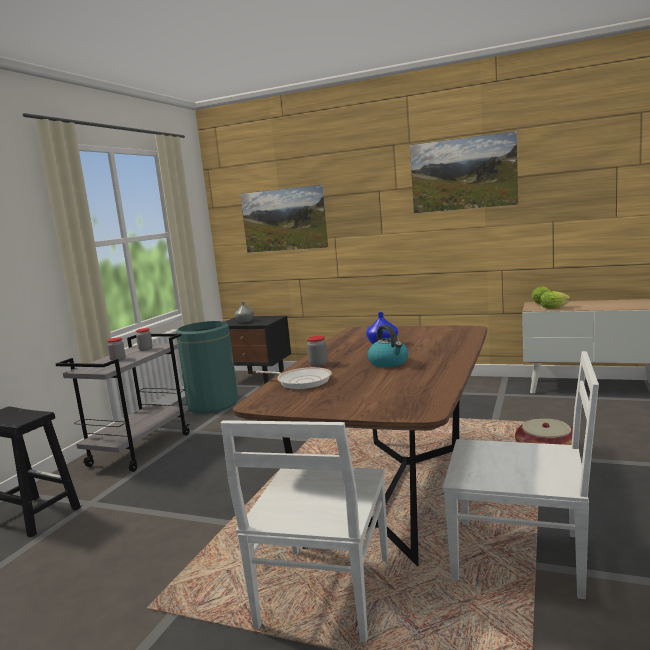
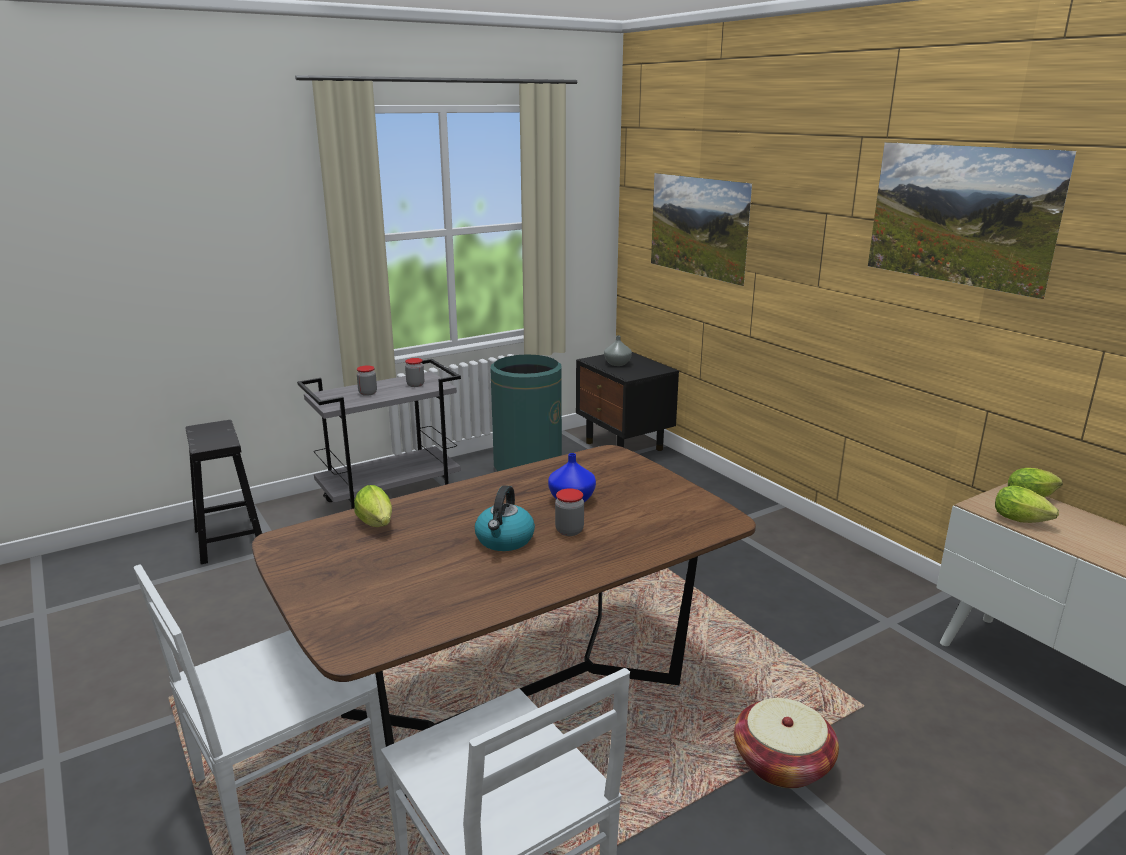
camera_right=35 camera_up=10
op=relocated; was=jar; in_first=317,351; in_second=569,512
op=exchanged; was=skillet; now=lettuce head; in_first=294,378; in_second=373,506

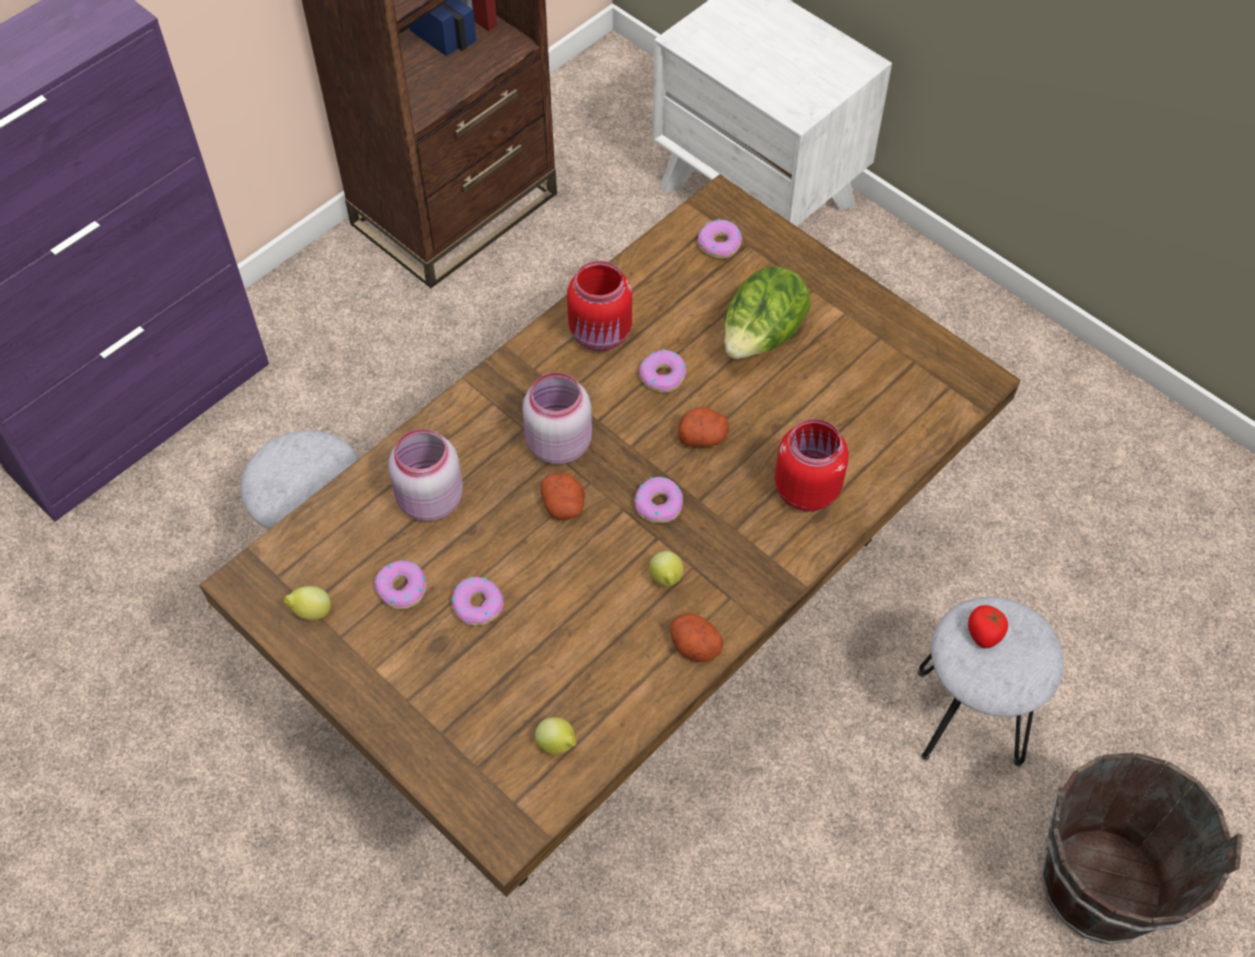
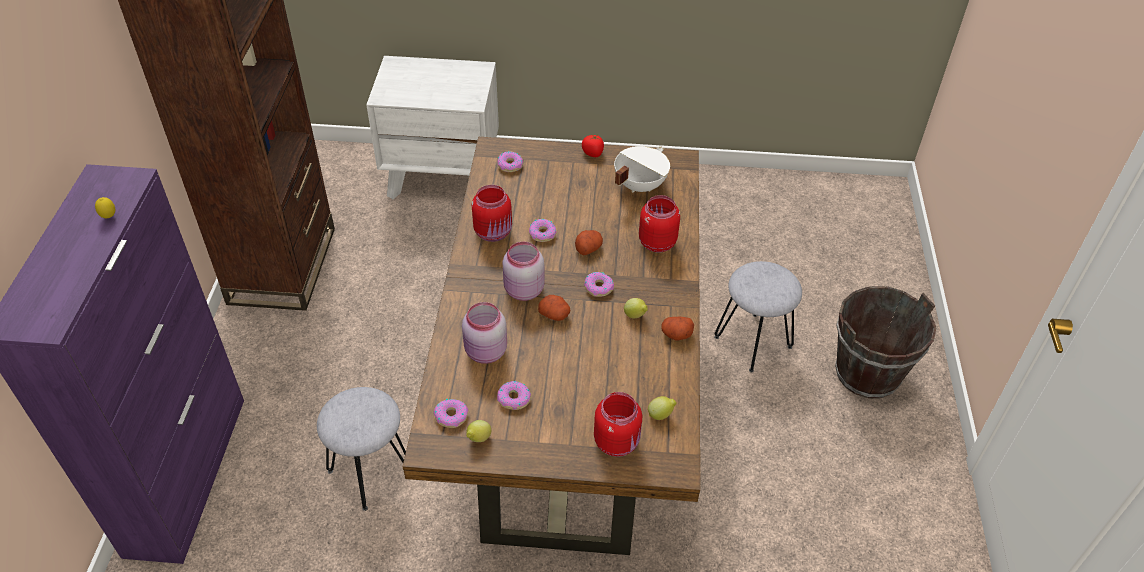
camera_right=-40 camera_up=-10
op=missing; was=lettuce head; in_first=767,313
op=relocated; was=donut; in_first=477,601; in_second=451,413
op=relocated; was=tomato; in_first=988,626; in_second=593,146
op=appeared; now=whitish stockpot; in_second=642,169
op=appeared; now=lemon; in_second=105,207
op=appeared; now=reddish jar; in_second=618,424

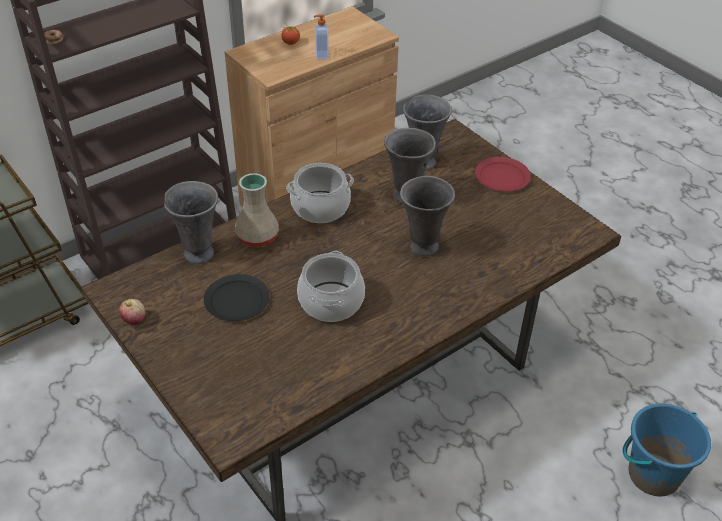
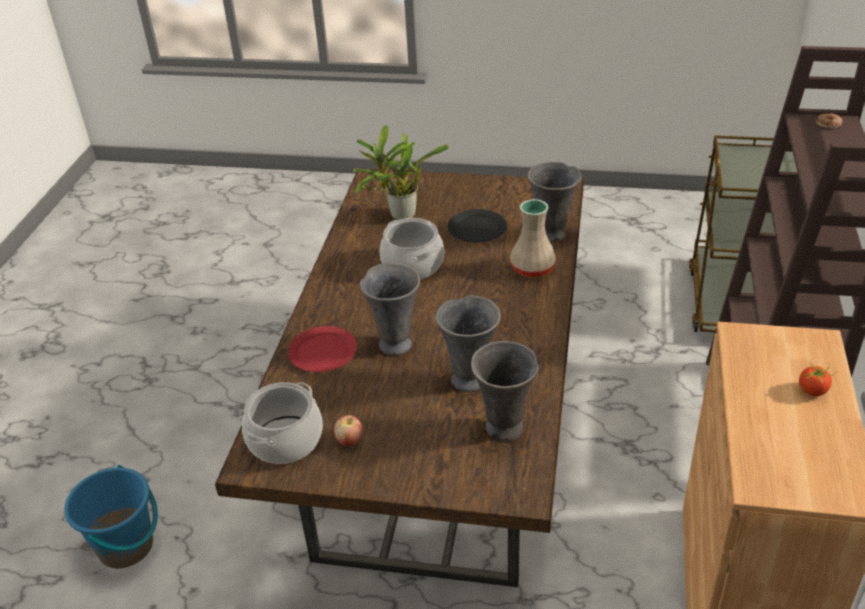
camera_right=140 camera_up=-5
op=missing; was=soap dispenser; in_first=321,37
op=relocated; was=reddish plate; in_first=503,174; in_second=322,349
op=relocated; was=stockpot; in_first=320,193; in_second=282,423
op=relocated; was=whole apple; in_first=132,312; in_second=348,430
op=appeared; now=potted plant; in_second=401,172

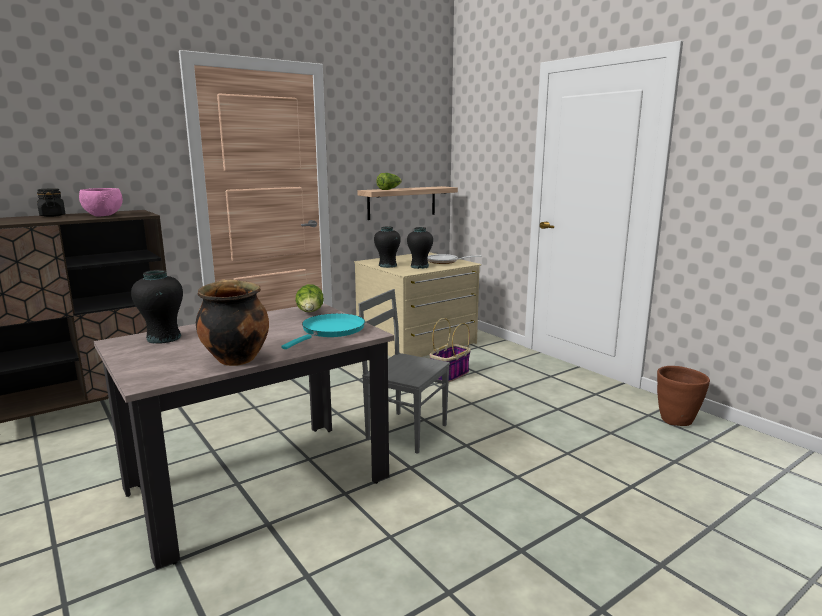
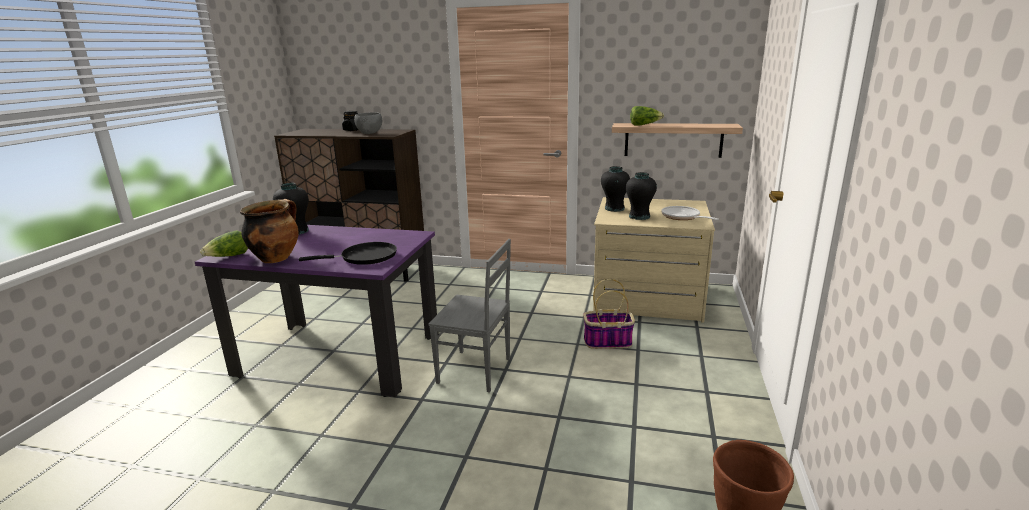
camera_right=50 camera_up=5
op=colour; was=pink-coloured bowl; now=gray bowl; in_first=101,202; in_second=368,123
op=relocated; was=lettuce head; in_first=309,298; in_second=224,243
op=spun; was=gray chair; in_first=404,371; in_second=469,315; clockwise=120
op=colour; was=sand-coloured dining table; now=purplish dining table; in_first=244,436; in_second=317,311
op=colour; was=blue-green skillet; now=black-coloured skillet; in_first=323,331; in_second=348,253

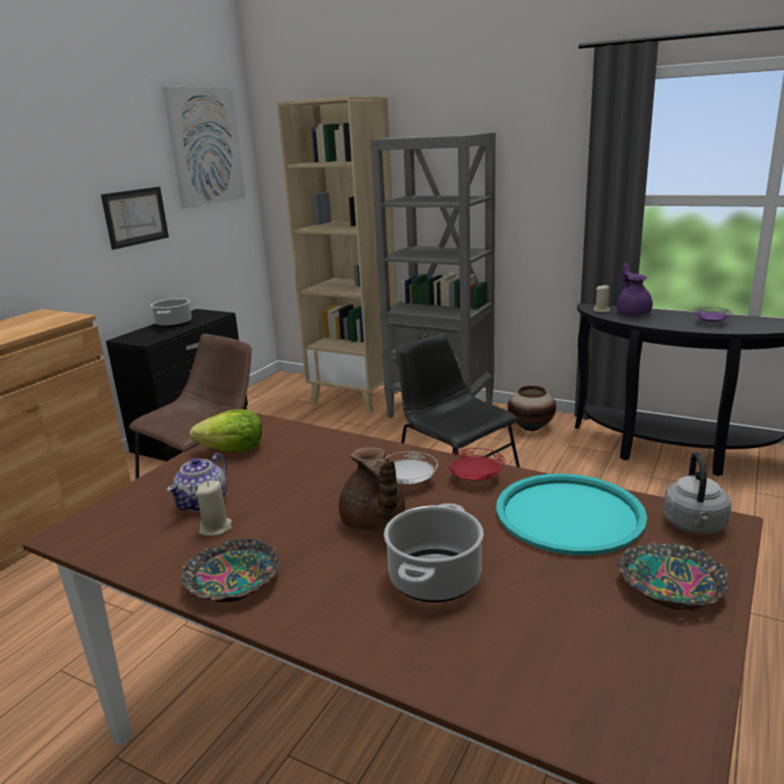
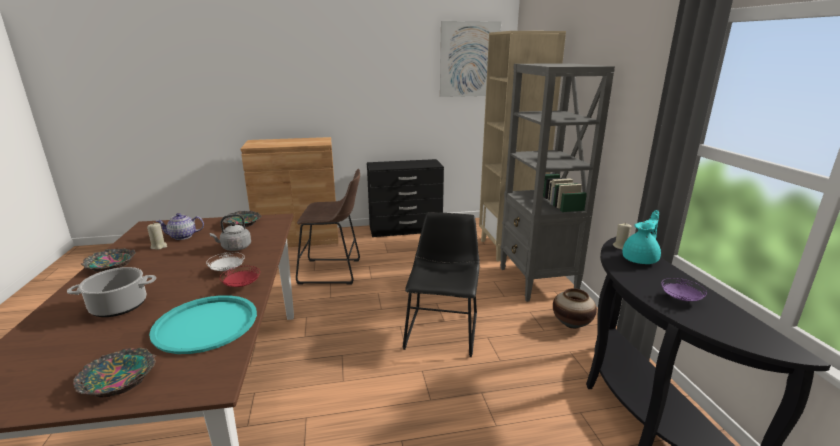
camera_right=50 camera_up=0
op=missing; was=wall picture; in_first=135,218
op=colour; was=purplish tea pot; now=blue-green tea pot; in_first=635,289; in_second=641,237
op=missing; was=stockpot; in_first=171,313
op=exchanged; was=lettuce head; now=bowl; in_first=226,430; in_second=242,219
op=missing; was=brown-coloured tea pot; in_first=372,489
op=relocated; was=gray tea kettle; in_first=697,493; in_second=230,232

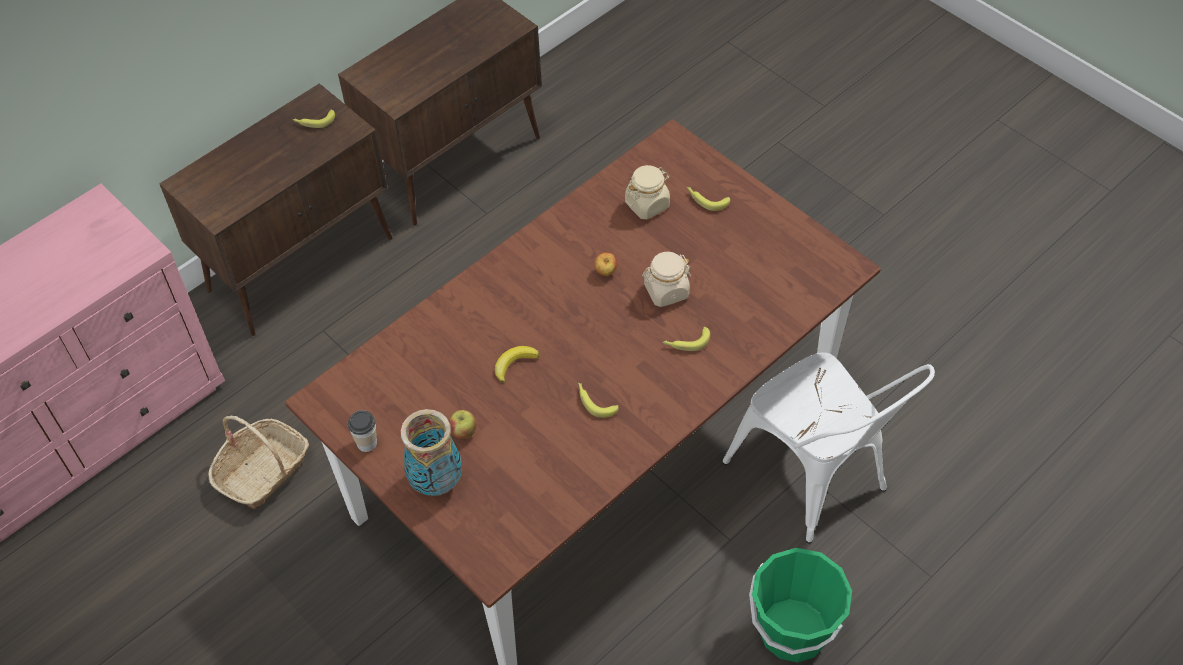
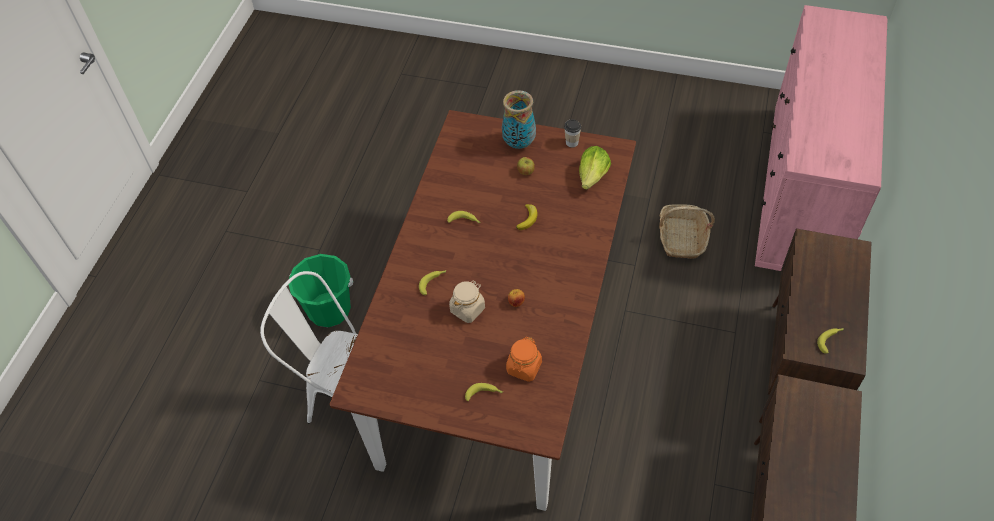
camera_right=150 camera_up=0
op=colour; was=sand-coloured jar; now=orangey jar; in_first=647,192; in_second=524,359
op=appeared; now=lettuce head; in_second=595,168

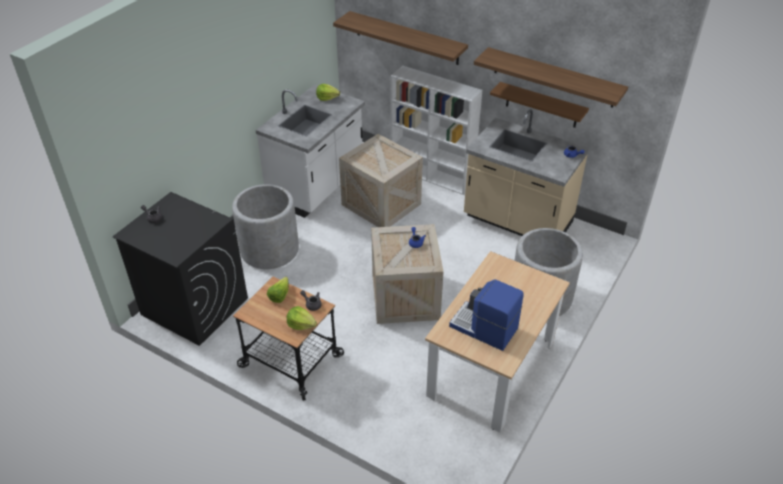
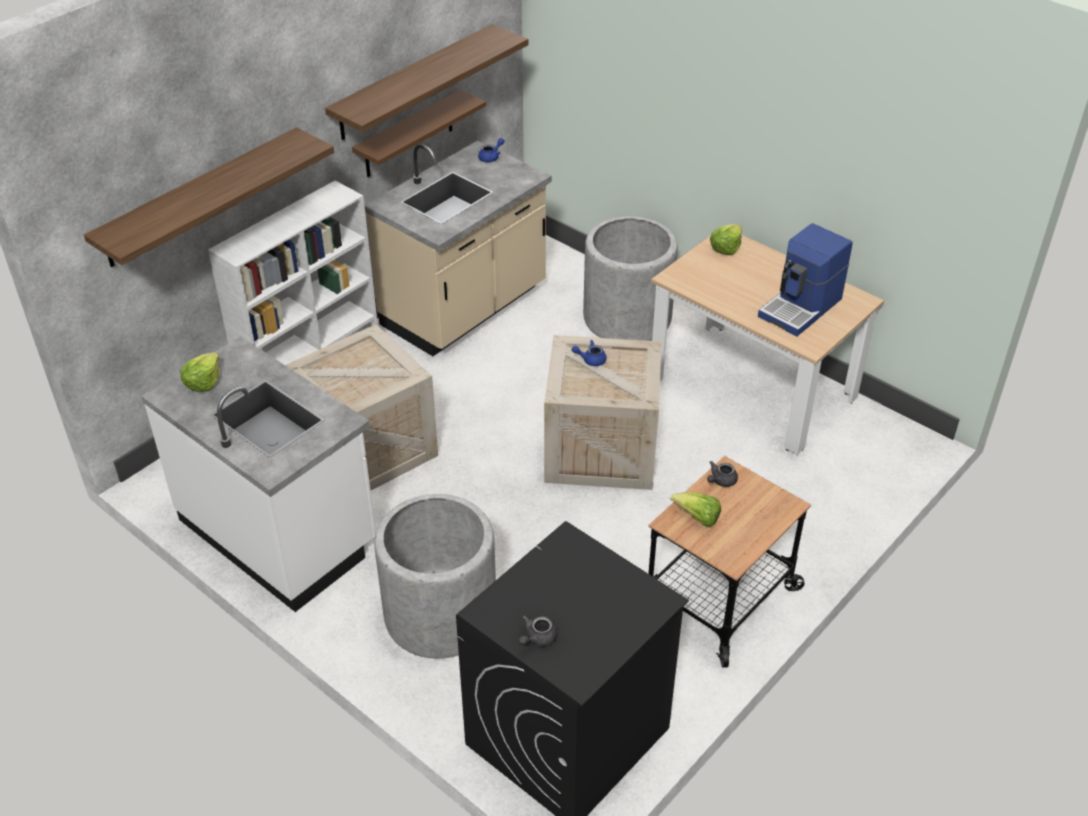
camera_right=-80 camera_up=0
op=relocated; was=lettuce head; in_first=302,318; in_second=726,239

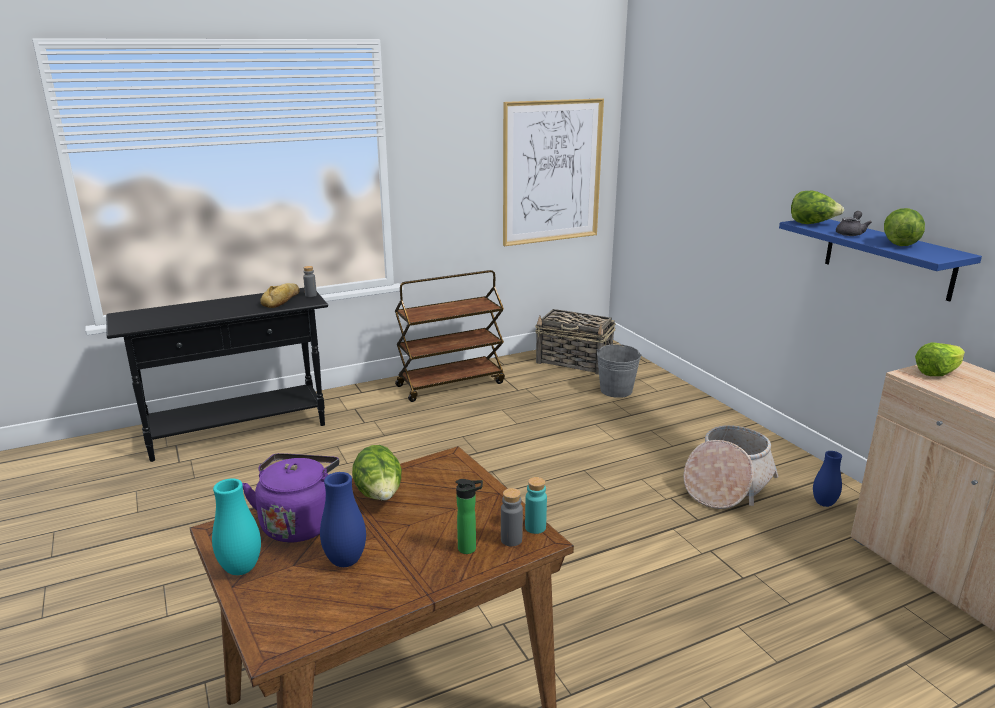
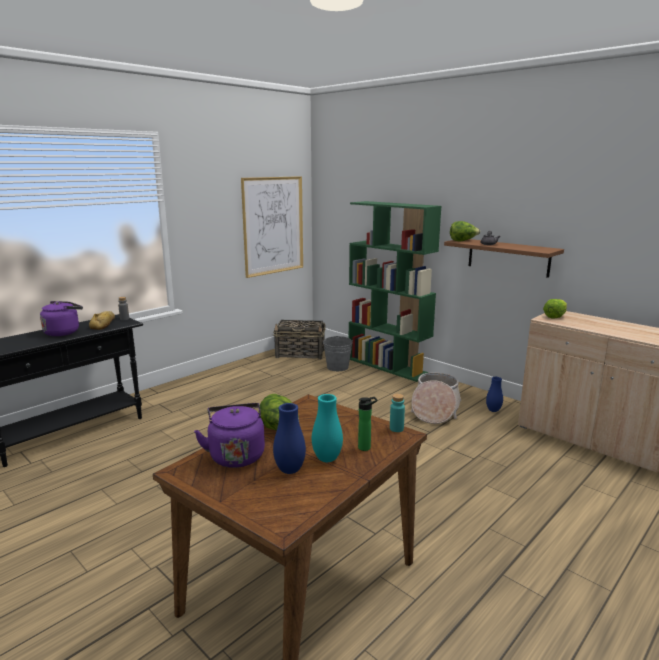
camera_right=-20 camera_up=-5
op=missing; was=lettuce head; in_first=904,227
op=colour; was=blue-coloured shelf; now=brown-coloured shelf; in_first=880,260; in_second=504,258
op=missing; was=brown-coloured trolley; in_first=450,336
op=relocated; was=blue-green decorative vase; in_first=236,526; in_second=327,428
op=missing; was=gray bottle; in_first=512,517
op=appeared; now=greenish bookcase; in_second=395,291
op=appeared; now=purplish tea kettle; in_second=61,318

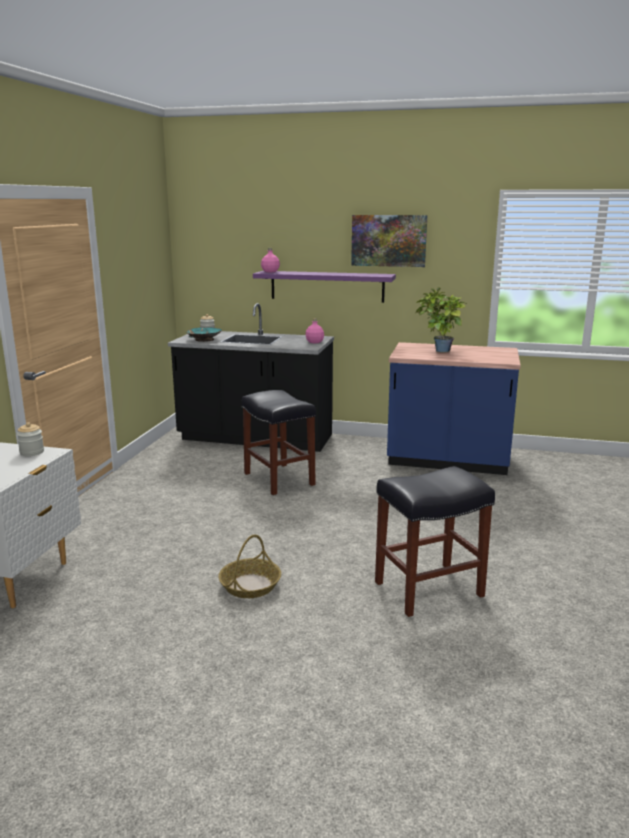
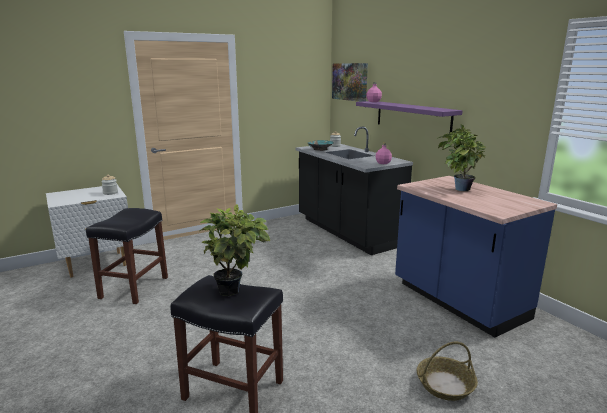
camera_right=45 camera_up=0
op=relocated; was=wall picture; in_first=389,241; in_second=350,82
op=relocated; was=black-coloured stool; in_first=278,442; in_second=127,256
op=relocated; was=basket; in_first=249,566; in_second=447,371
op=appeared; now=potted plant; in_second=235,250

